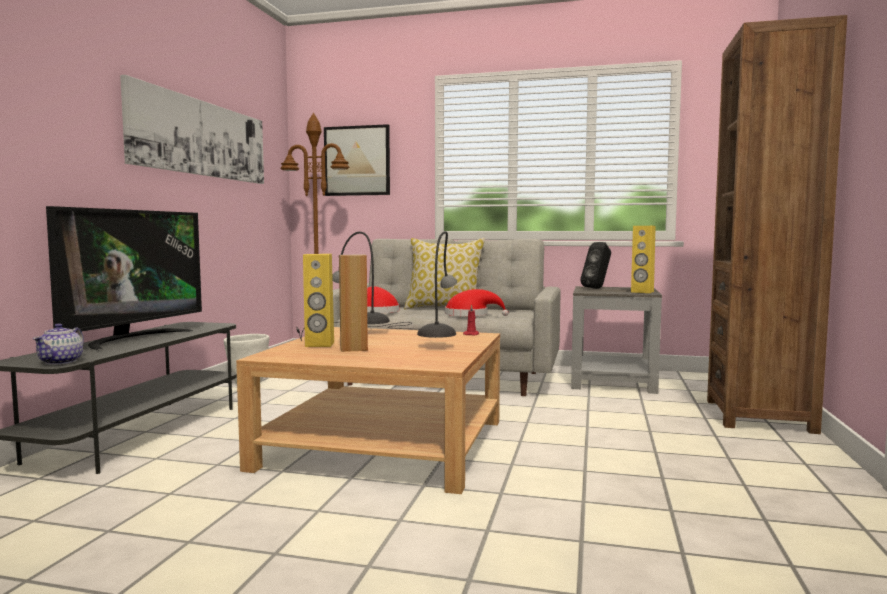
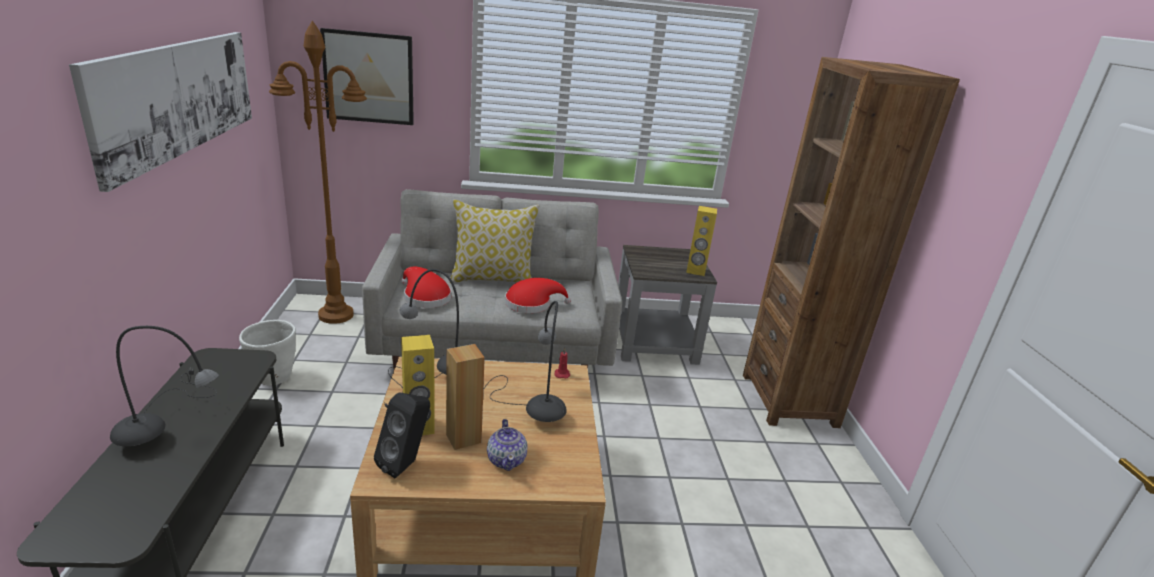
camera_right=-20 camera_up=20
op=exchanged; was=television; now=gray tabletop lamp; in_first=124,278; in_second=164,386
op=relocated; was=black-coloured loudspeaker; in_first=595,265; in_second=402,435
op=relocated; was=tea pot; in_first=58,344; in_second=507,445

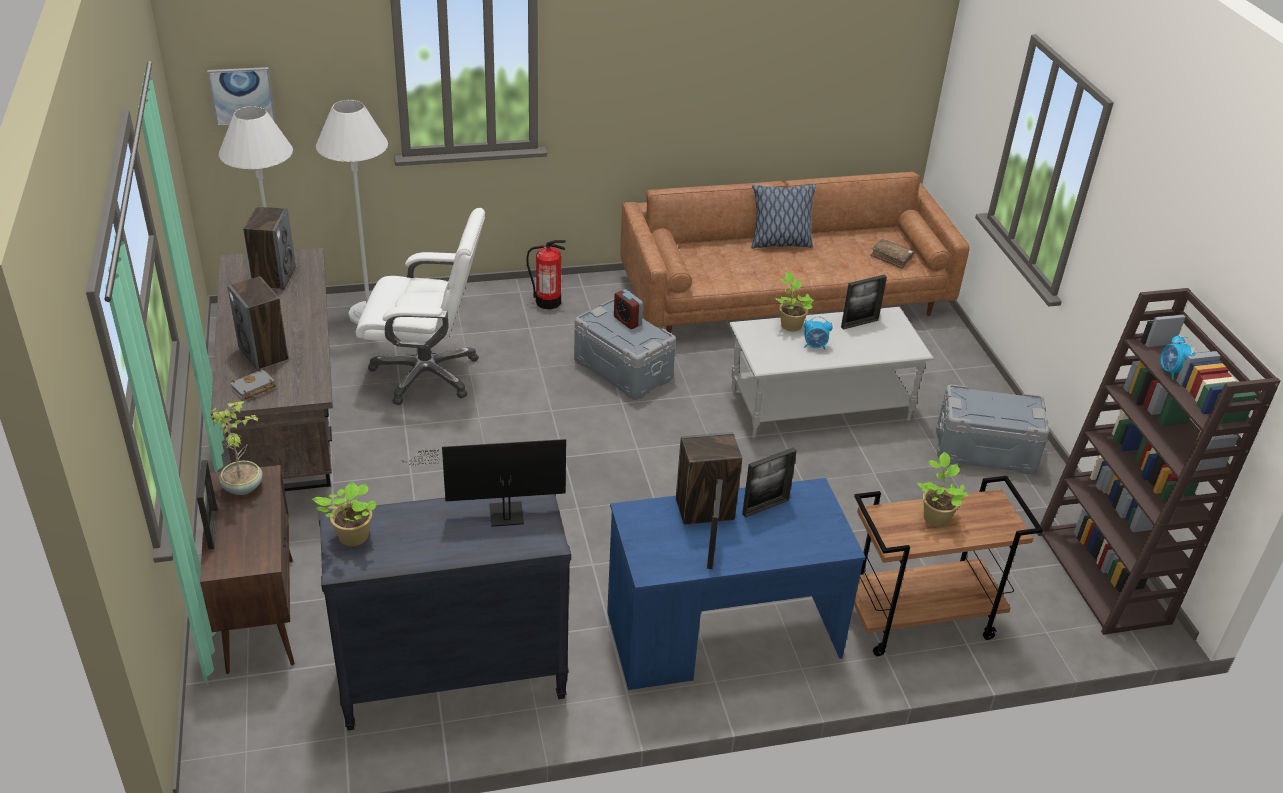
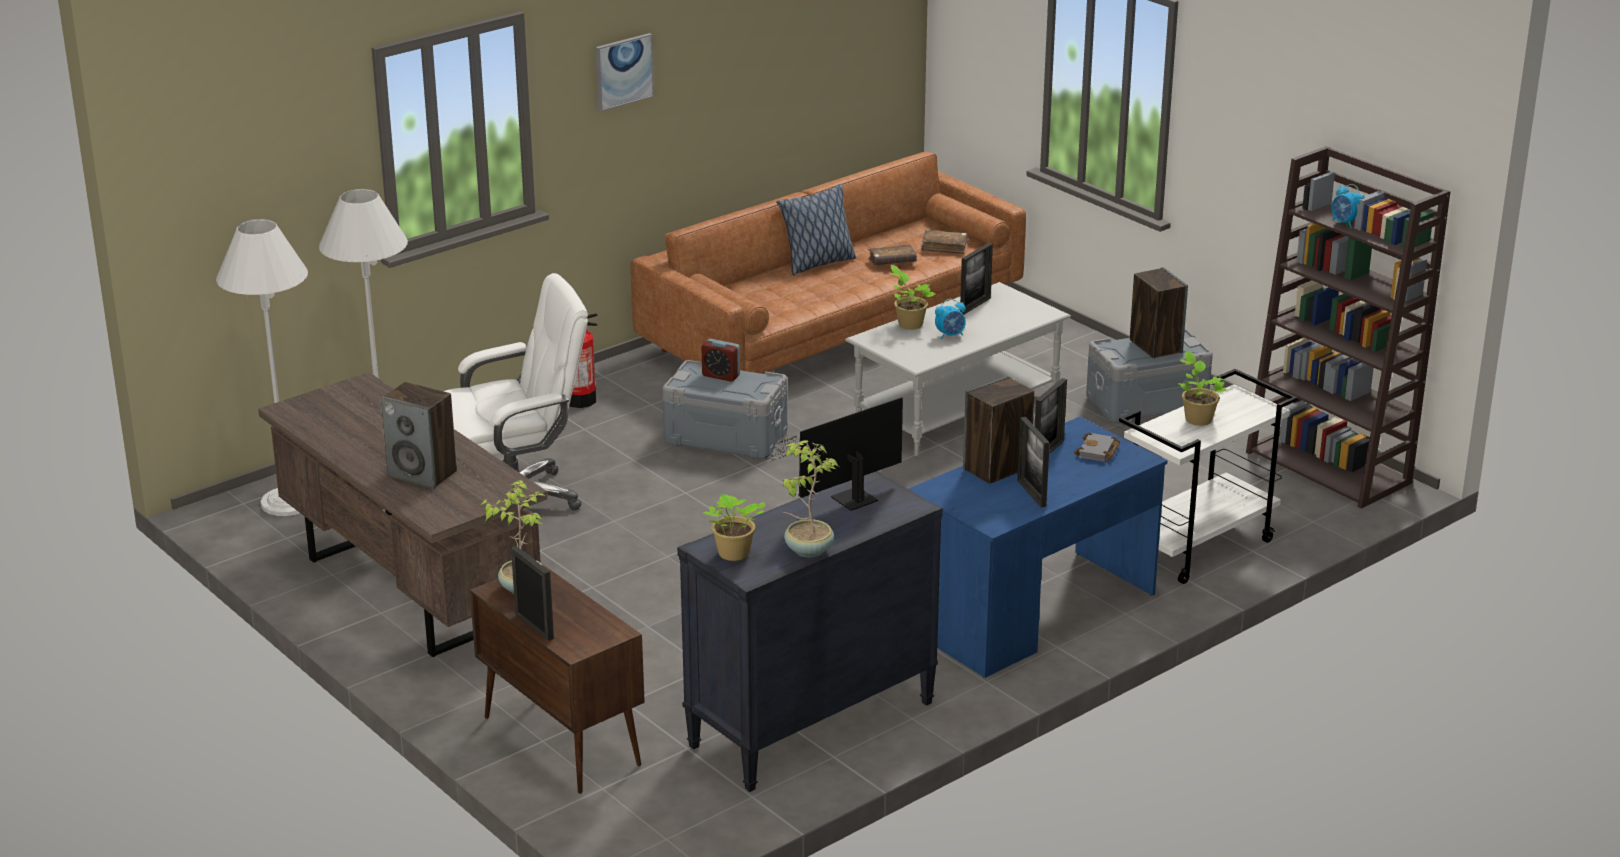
camera_right=-25 camera_up=-10
op=relocated; was=wall picture; in_first=241,96; in_second=624,72
op=relocated; was=loudspeaker; in_first=269,248; in_second=1159,312
op=relocated; was=gray volume; in_first=253,384; in_second=1097,447
op=colour; was=brown-coloured trolley; now=whitish trolley; in_first=948,566; in_second=1208,476
op=appeared; now=brown-coloured volume; in_second=892,254
op=appeared; now=potted plant; in_second=811,498

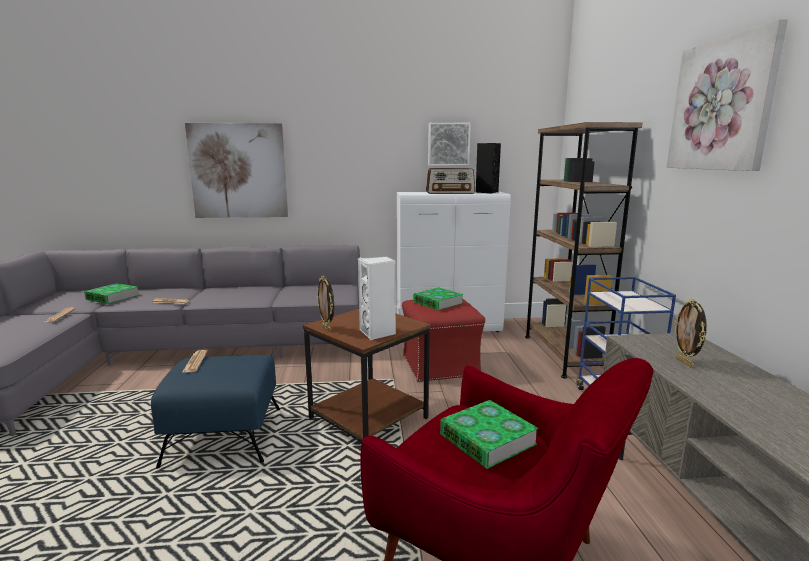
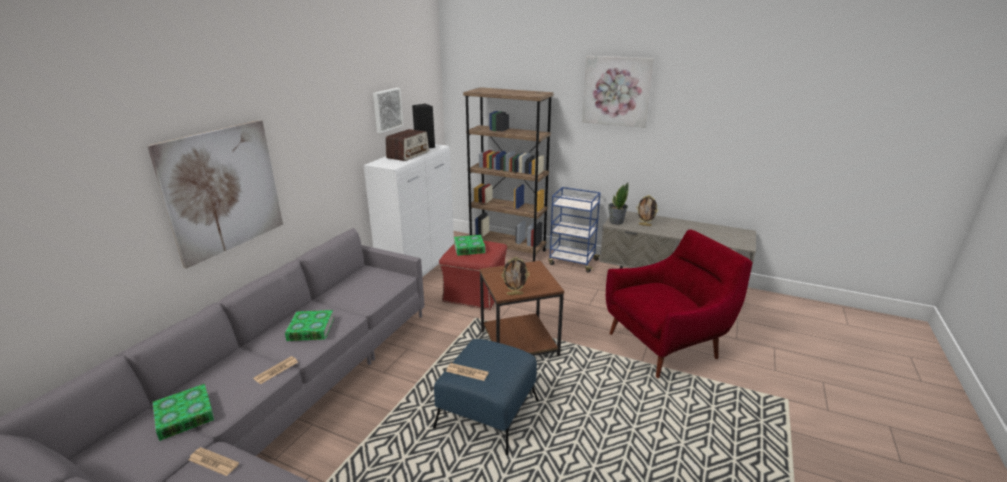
camera_right=-60 camera_up=10
op=missing; was=whitish loudspeaker; in_first=377,298
op=relocated; was=volume; in_first=489,434; in_second=309,325
op=appeared; now=potted plant; in_second=618,204

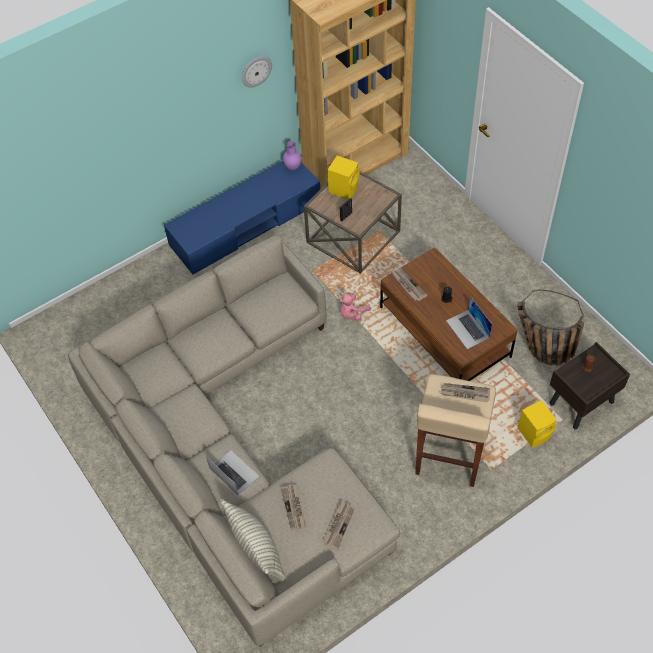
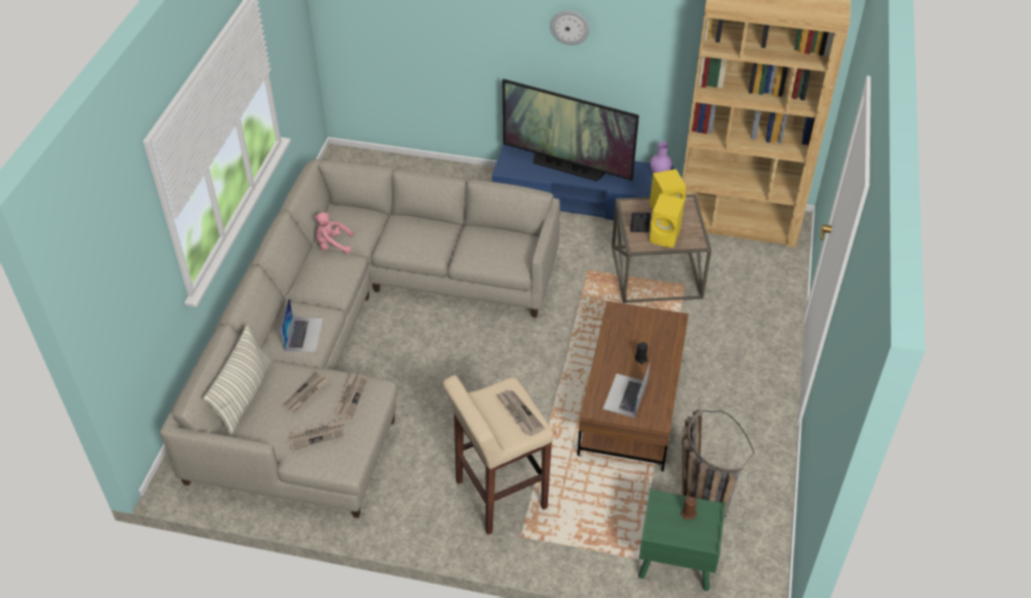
camera_right=45 camera_up=-10
op=relocated; was=hanging clock; in_first=257,72; in_second=570,27
op=relocated; was=daily paper; in_first=409,285; in_second=350,396
op=relocated; was=pink-coloured plush toy; in_first=355,307; in_second=334,233
op=colour; was=brown-coloured nightstand; now=greenish nightstand; in_first=590,386; in_second=682,539
op=relocated; was=yellowish loudspeaker; in_first=537,424; in_second=667,221
op=appeared; now=television; in_second=571,130

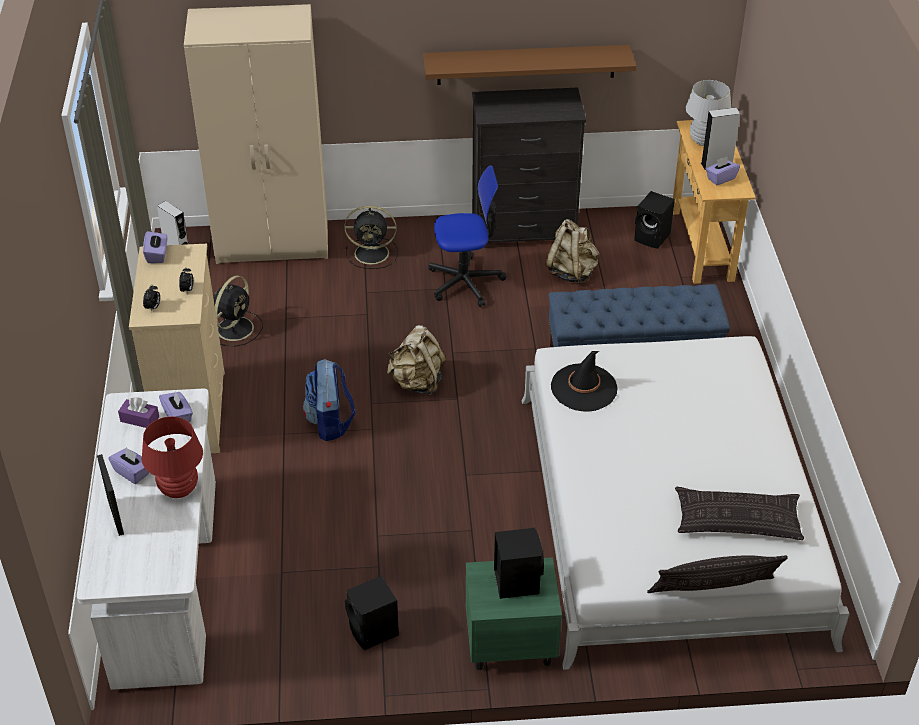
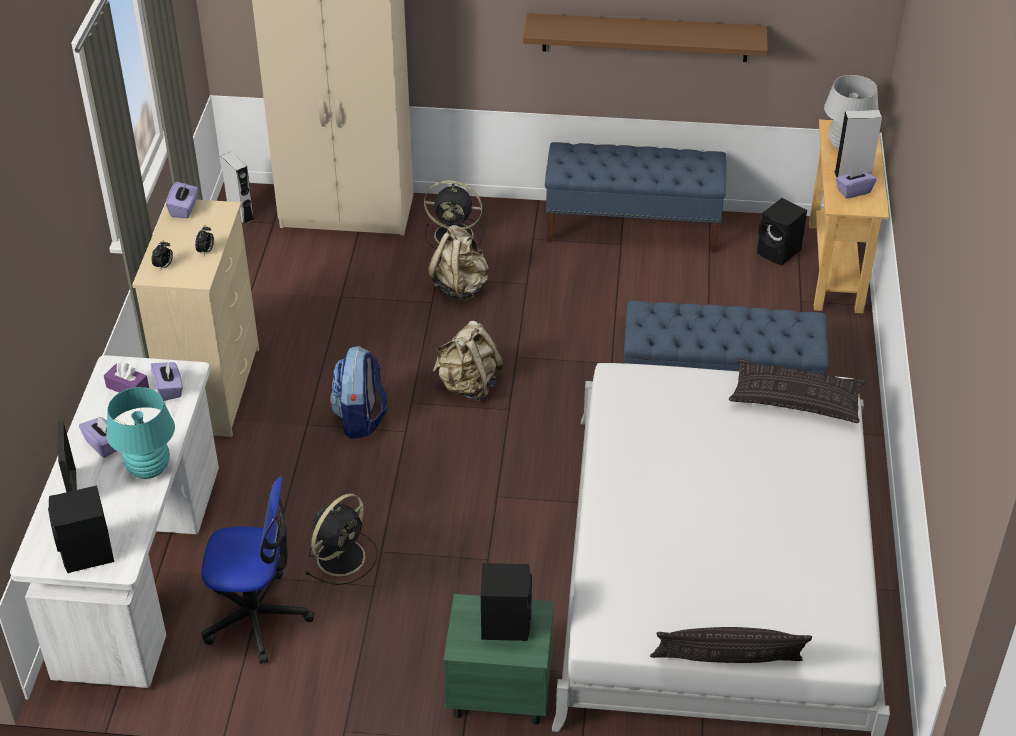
camera_right=10 camera_up=0
op=exchanged; was=black-coloured drawer chest; now=blue-coloured long seat; in_first=529,165; in_second=635,197
op=relocated; was=desk chair; in_first=467,236; in_second=258,570
op=relocated; was=sand-coloured knapsack; in_first=572,251; in_second=458,263
op=relocated; was=black-coloured fan; in_first=238,310; in_second=342,539
op=missing; was=black-coloured clothing hat; in_first=584,381
op=colour; was=reddish tabletop lamp; now=blue-green tabletop lamp; in_first=172,457; in_second=140,433
op=relocated; was=cushion; in_first=739,513; in_second=797,390
op=relocated; was=black-coloured loudspeaker; in_first=372,613; in_second=81,529

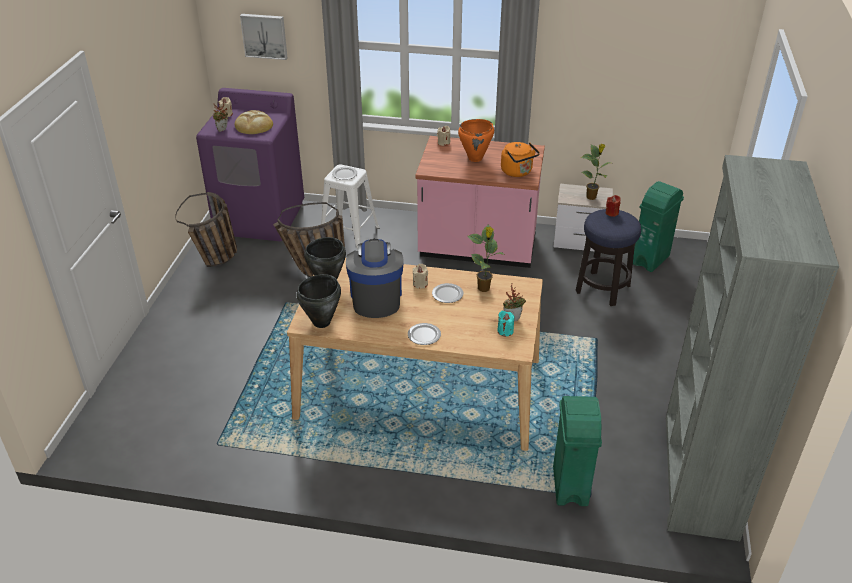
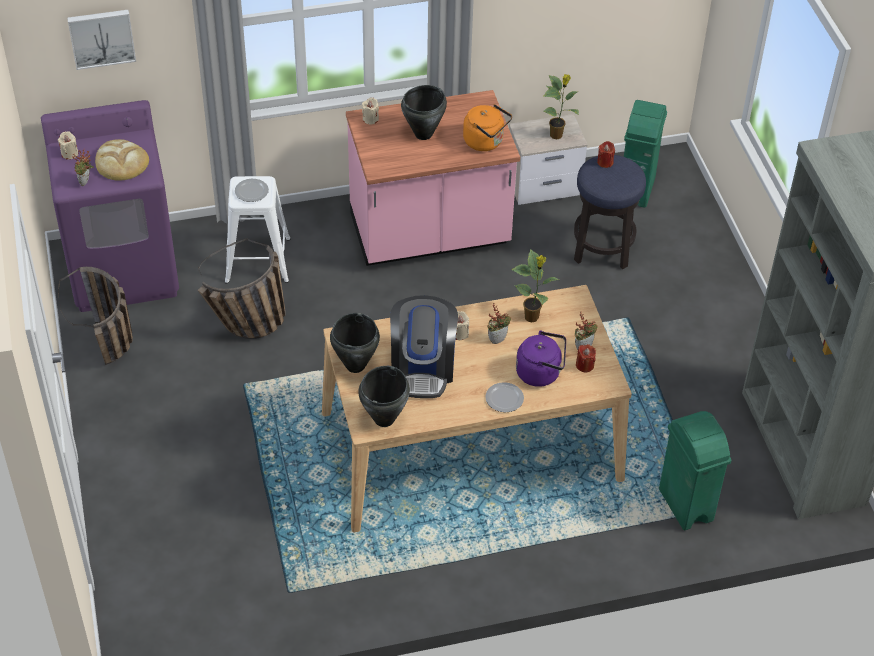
camera_right=-25 camera_up=10
op=colour; was=orangey stockpot; now=black-coloured stockpot; in_first=476,140; in_second=424,112
op=spun; was=coffee brewer; in_first=375,278; in_second=424,346; clockwise=-150
op=exchanged; was=plate; now=potted plant; in_first=447,293; in_second=499,323
op=colour; was=blue-green wax candle; now=reddish wax candle; in_first=506,324; in_second=586,358
op=appeared; now=purplish tea kettle; in_second=541,358

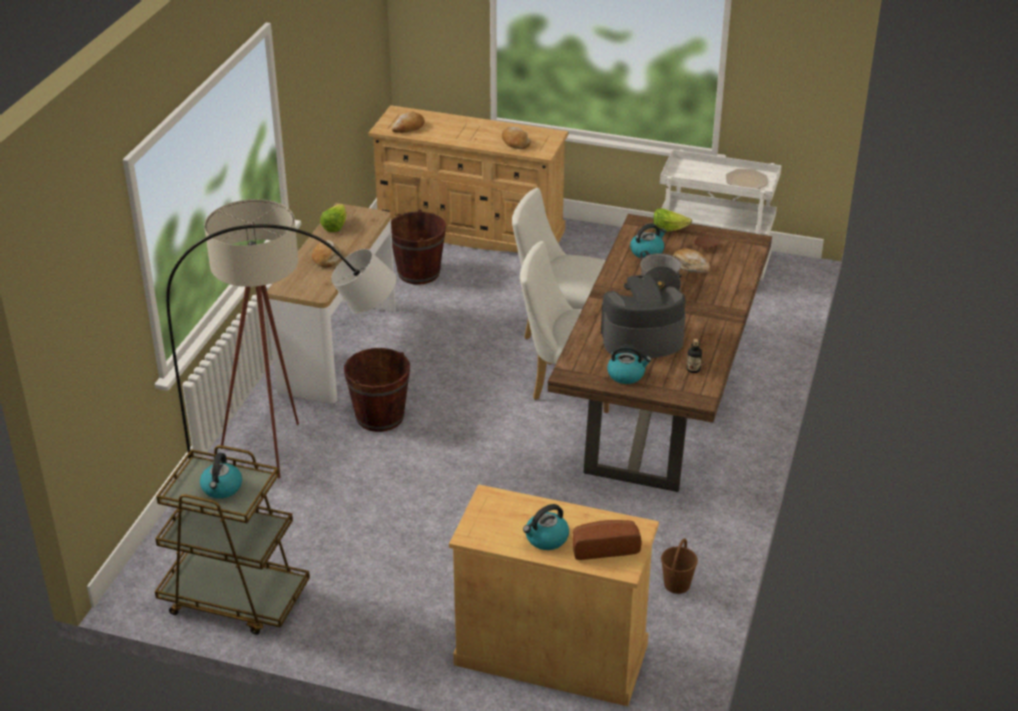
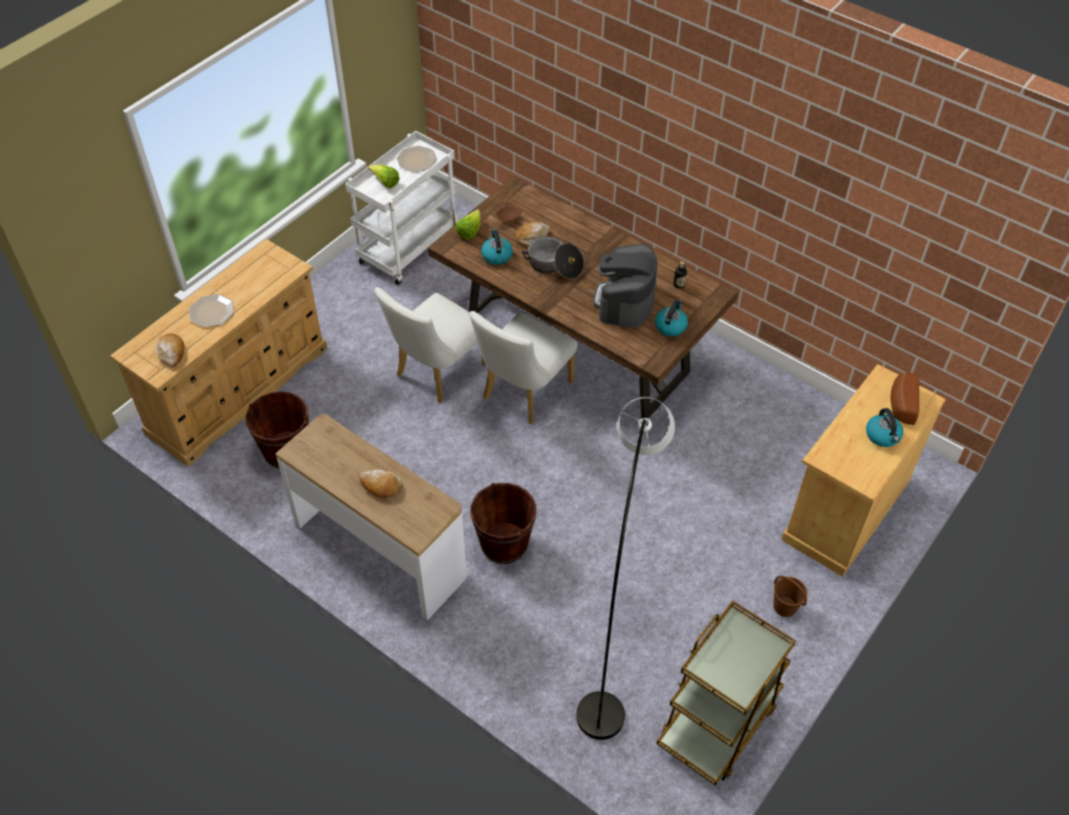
camera_right=-70 camera_up=15
op=missing; was=bread; in_first=516,138
op=missing; was=sand-coloured floor lamp; in_first=251,339
op=relocated; was=lettuce head; in_first=333,218; in_second=383,176
op=missing; was=tea kettle; in_first=221,475
op=relocated; was=brown-coloured pail; in_first=679,566; in_second=790,596
op=appeared; now=plate; in_second=211,311

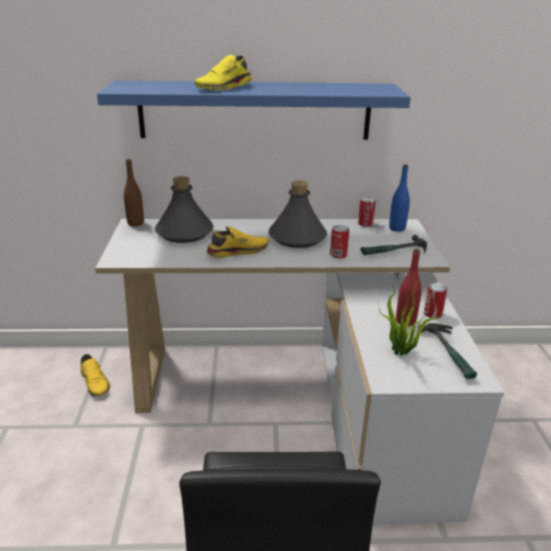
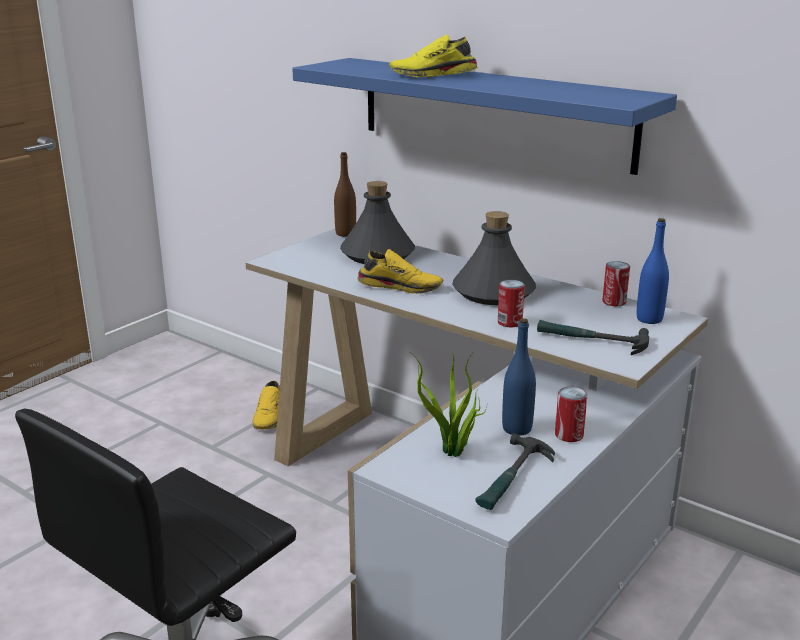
camera_right=40 camera_up=-5
op=colour; was=reddish bottle; now=blue-coloured bottle; in_first=409,287; in_second=519,377

